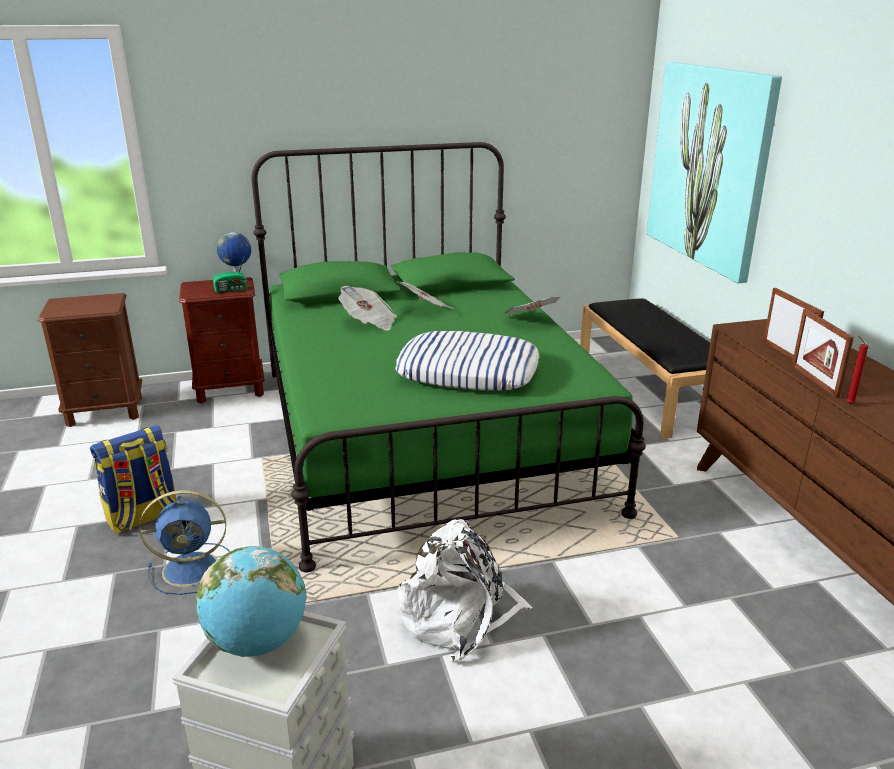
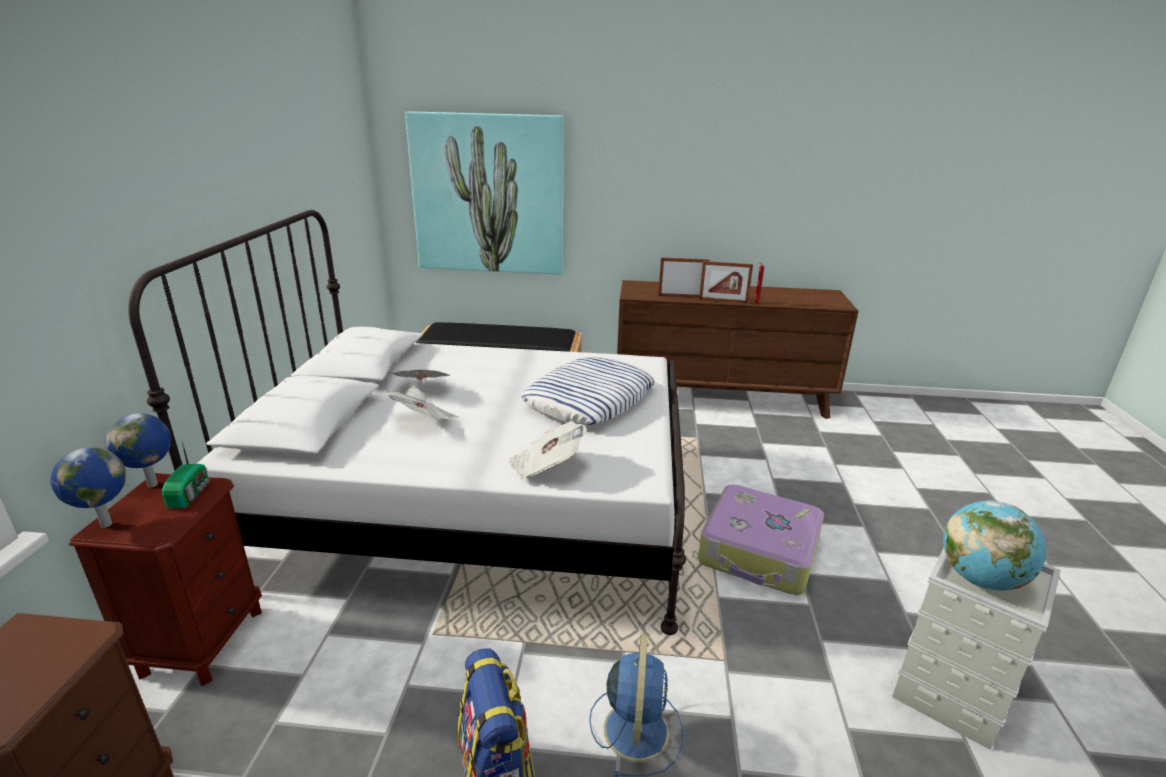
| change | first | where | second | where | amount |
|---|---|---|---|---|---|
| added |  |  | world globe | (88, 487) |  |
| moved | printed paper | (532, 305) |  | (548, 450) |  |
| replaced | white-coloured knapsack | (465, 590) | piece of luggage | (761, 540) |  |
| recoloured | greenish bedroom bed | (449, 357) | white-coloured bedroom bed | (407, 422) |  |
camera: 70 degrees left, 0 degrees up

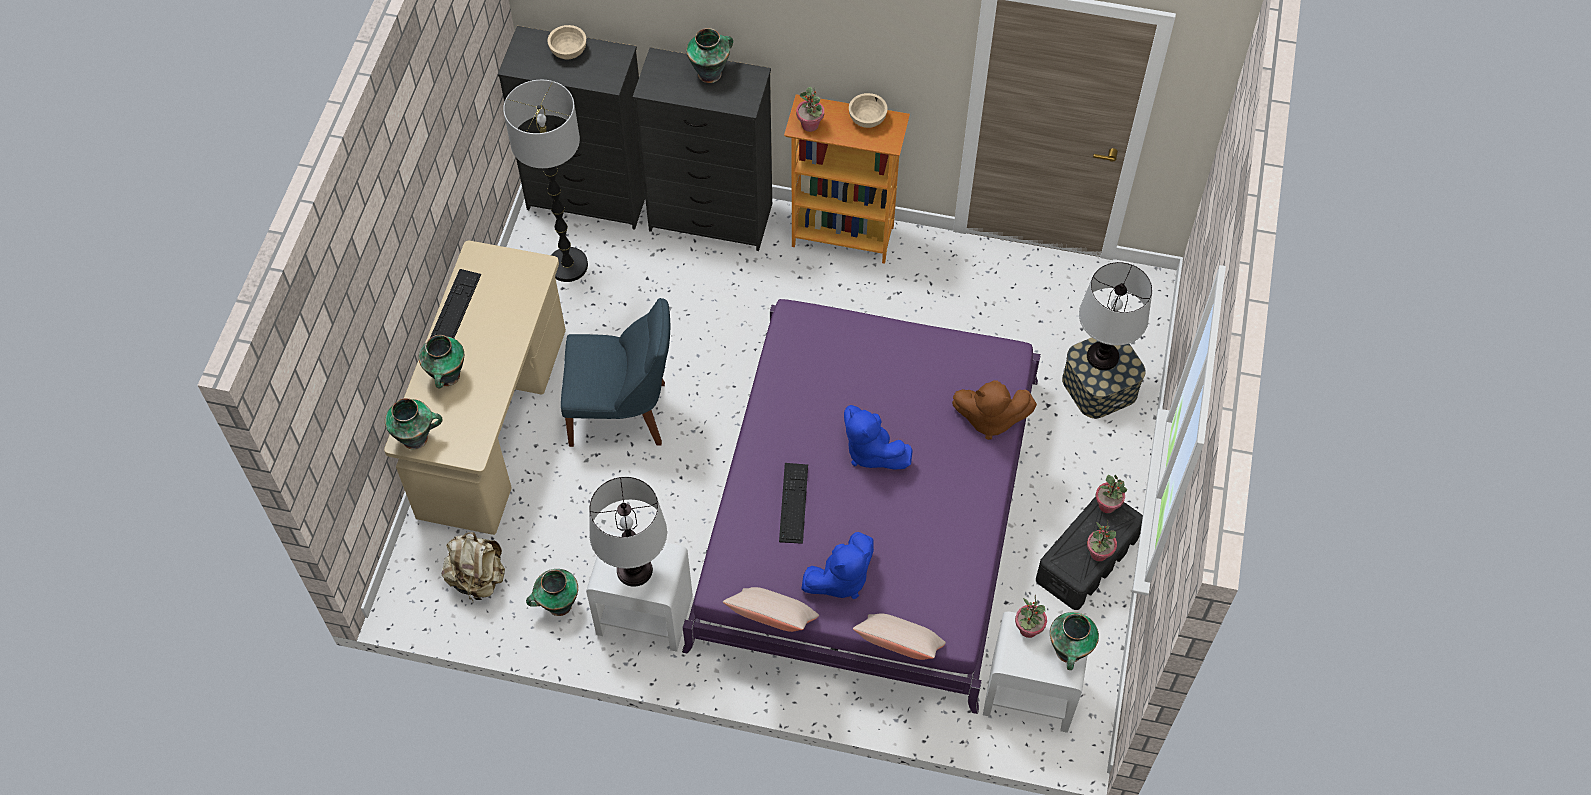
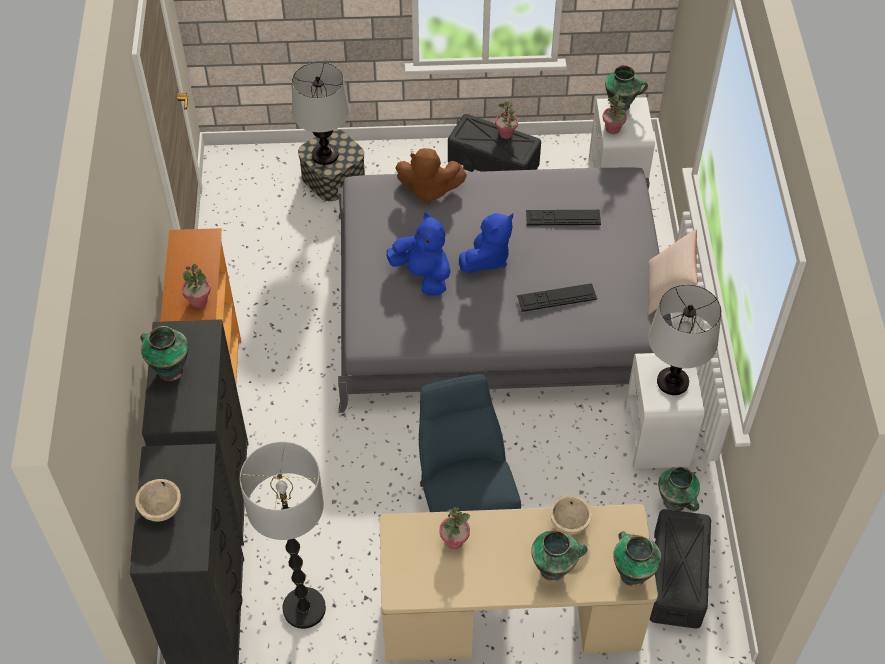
| change | first | where | second | where | amount |
|---|---|---|---|---|---|
| removed | beige-coloured throw pillow | (899, 636) |  |  |  |
| moved | keyboard | (455, 303) |  | (563, 217) |  |
| moved | blue plush toy | (837, 565) |  | (419, 254) |  |
| moved | beige-coloured serving bowl | (868, 110) |  | (571, 515) |  |
| moved | plant in a pot | (1111, 494) |  | (454, 528) |  |
| replaced | beige-coloured knapsack | (473, 566) | black-coloured storage box | (680, 569) |  |
| recoloured | purple-coloured bedroom bed | (861, 506) | greyish bedroom bed | (505, 290) |  |
| turned | brown plush toy | (994, 410) |  | (431, 176) | 105 degrees clockwise |
camera: 105 degrees left, 5 degrees down

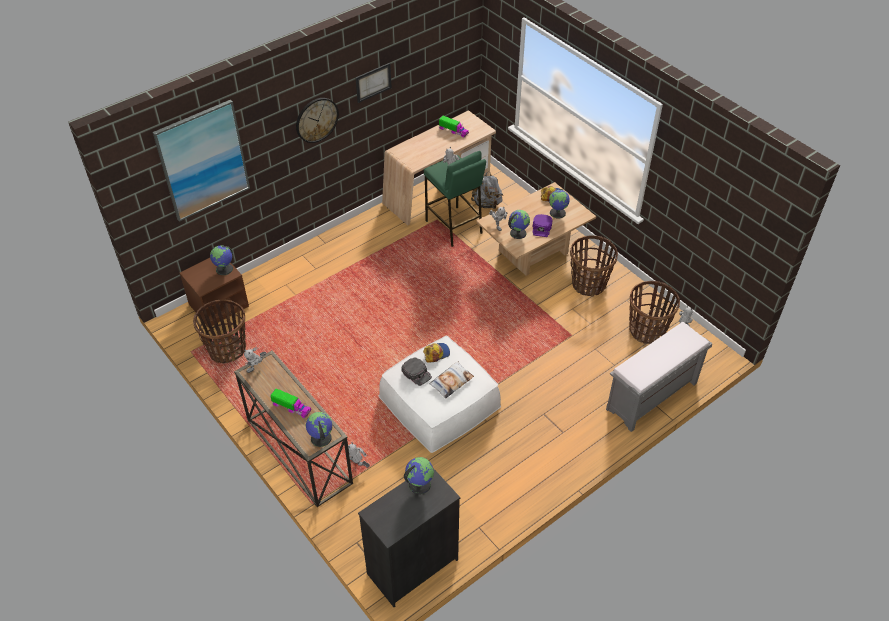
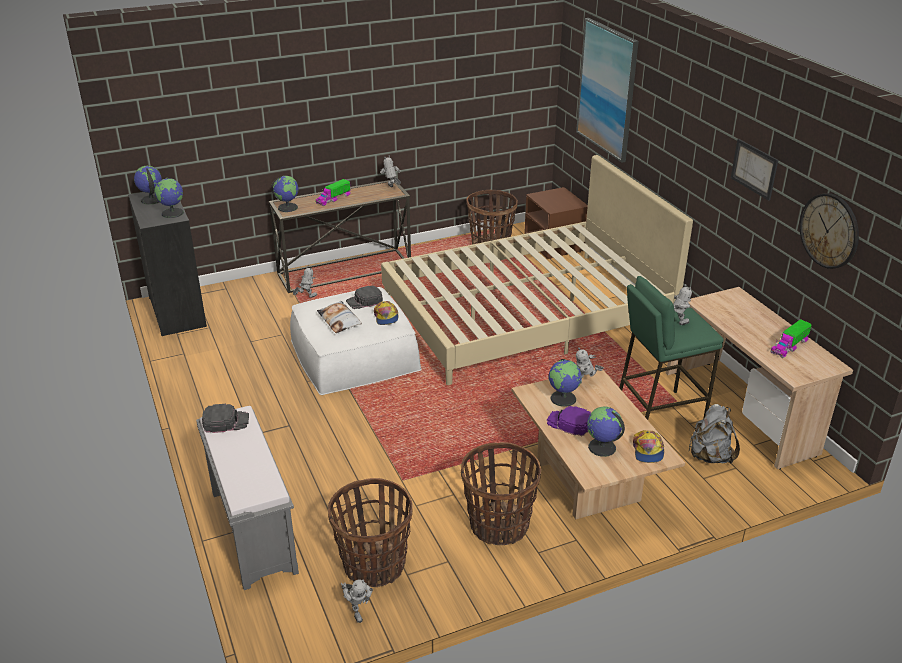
| change | first | where | second | where | amount |
|---|---|---|---|---|---|
| added |  |  | black-coloured baseball cap | (225, 418) |  |
| added |  |  | beige-coloured bedroom bed | (537, 270) |  |
| moved | world globe | (221, 260) |  | (148, 185) |  |
| moved | hanging clock | (317, 120) |  | (829, 231) |  |
camera: 105 degrees right, 15 degrees down

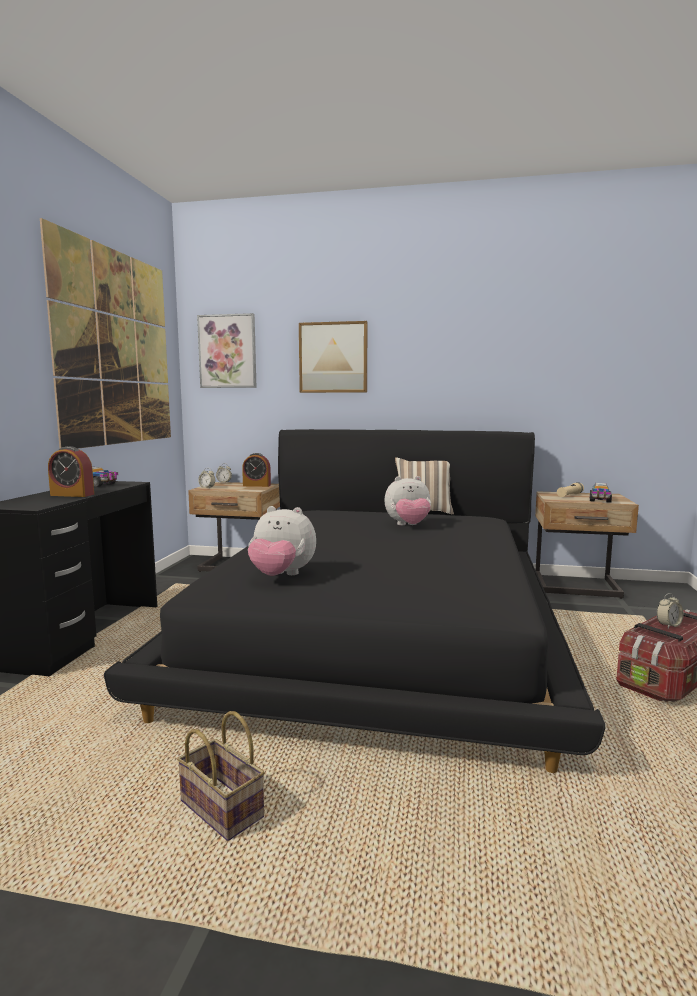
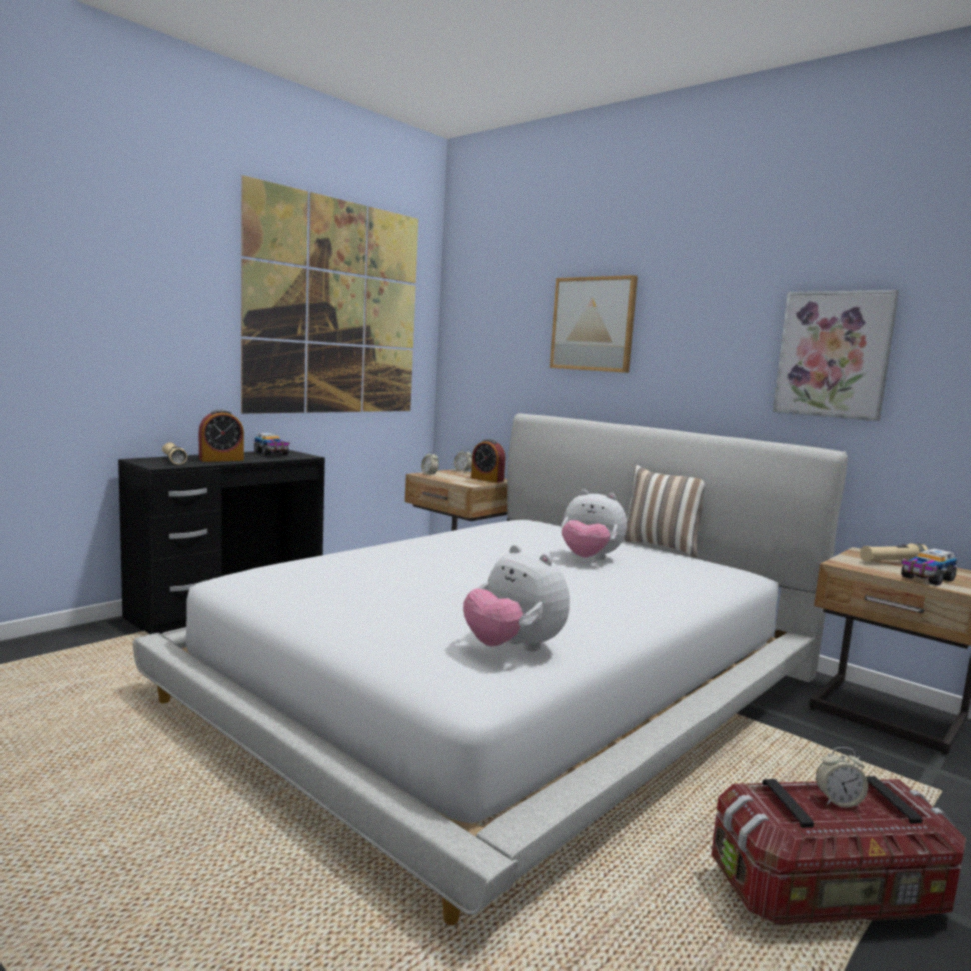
| change | first | where | second | where | amount |
|---|---|---|---|---|---|
| removed | storage basket | (221, 776) |  |  |  |
| added |  |  | beige-coloured torch | (174, 453) |  |
| moved | picture | (227, 350) |  | (836, 355) |  |
| moved | plush toy | (282, 541) |  | (516, 598) |  |
| recoloured | black-coloured bedroom bed | (354, 601) | white-coloured bedroom bed | (490, 669) |  |
| turned | alarm clock | (71, 471) |  | (221, 435) | 75 degrees counterclockwise |
camera: 30 degrees right, 0 degrees up

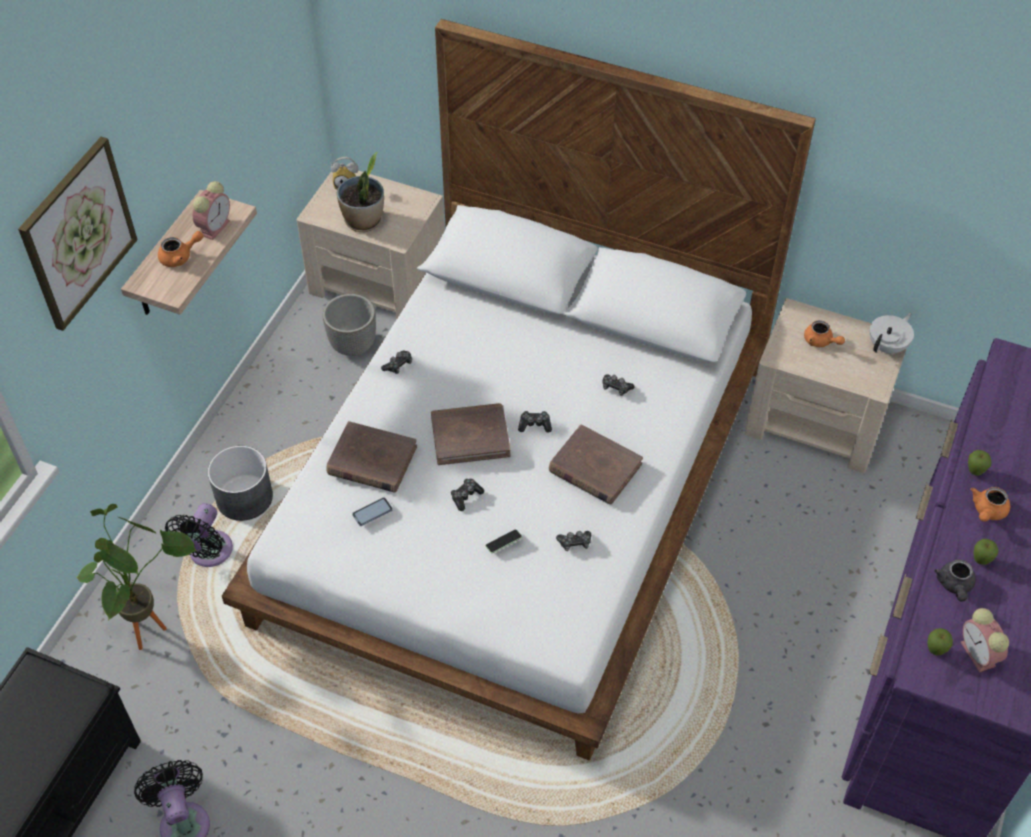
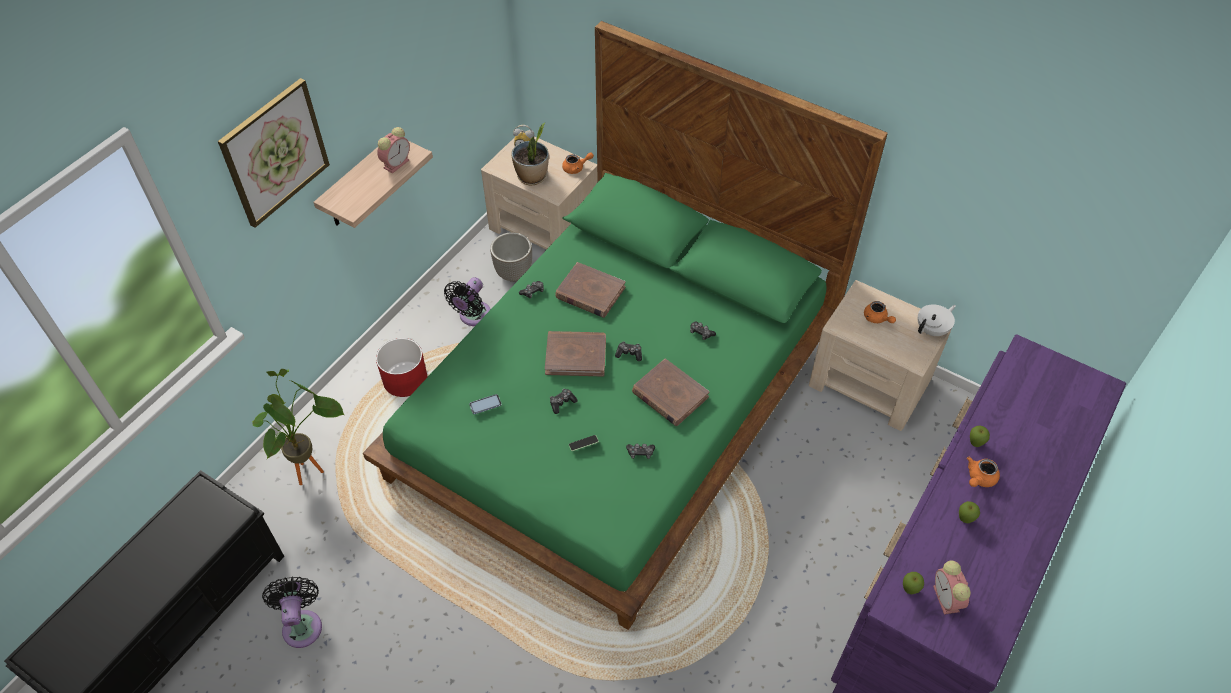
| change | first | where | second | where | amount |
|---|---|---|---|---|---|
| removed | greyish tea pot | (955, 581) |  |  |  |
| moved | orange tea pot | (180, 249) |  | (578, 163) |  |
| moved | black-coloured cooling fan | (199, 535) |  | (467, 301) |  |
| moved | brown bound book | (371, 457) |  | (590, 290) |  |
| recoloured | greyish flower pot | (240, 483) | reddish flower pot | (401, 367) |  |
| recoloured | white-coloured bedroom bed | (519, 390) | greenish bedroom bed | (625, 325) |  |
camera: 10 degrees right, 0 degrees up

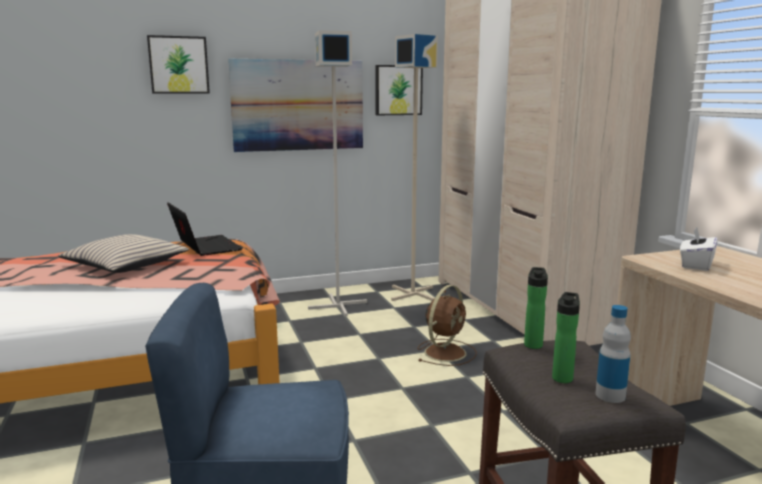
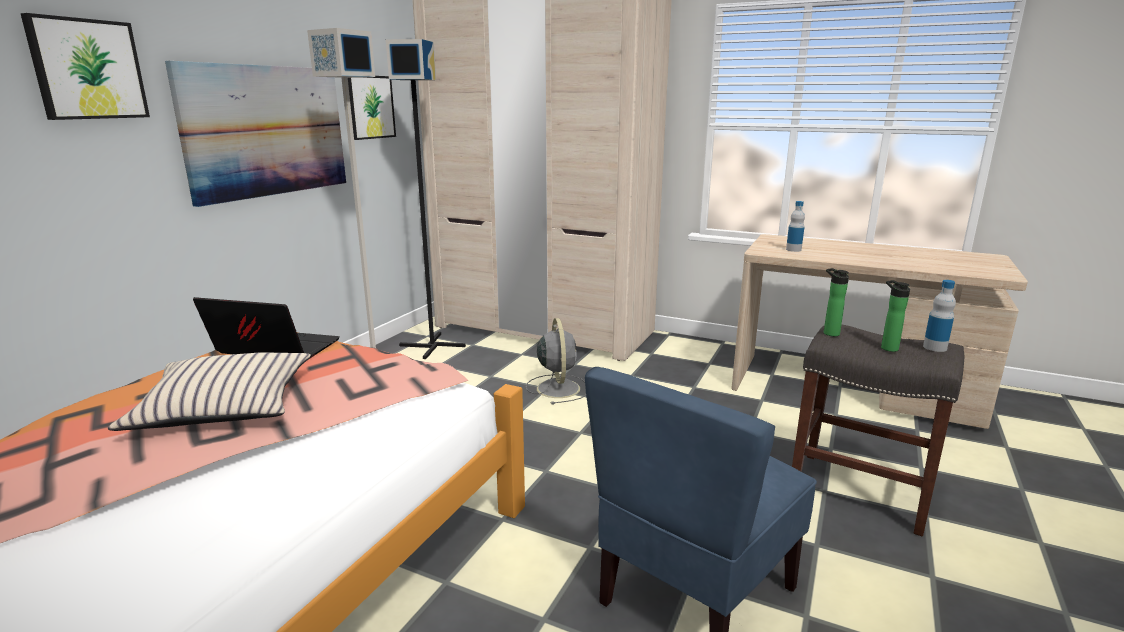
| change | first | where | second | where | amount |
|---|---|---|---|---|---|
| replaced | white-coloured tissue box | (699, 249) | beverage bottle | (795, 226) |  |
| recoloured | beige-coloured standing lamp | (414, 167) | black-coloured standing lamp | (426, 199) |  |
| recoloured | brown cooling fan | (447, 325) | greyish cooling fan | (556, 361) |  |
camera: 45 degrees left, 5 degrees up

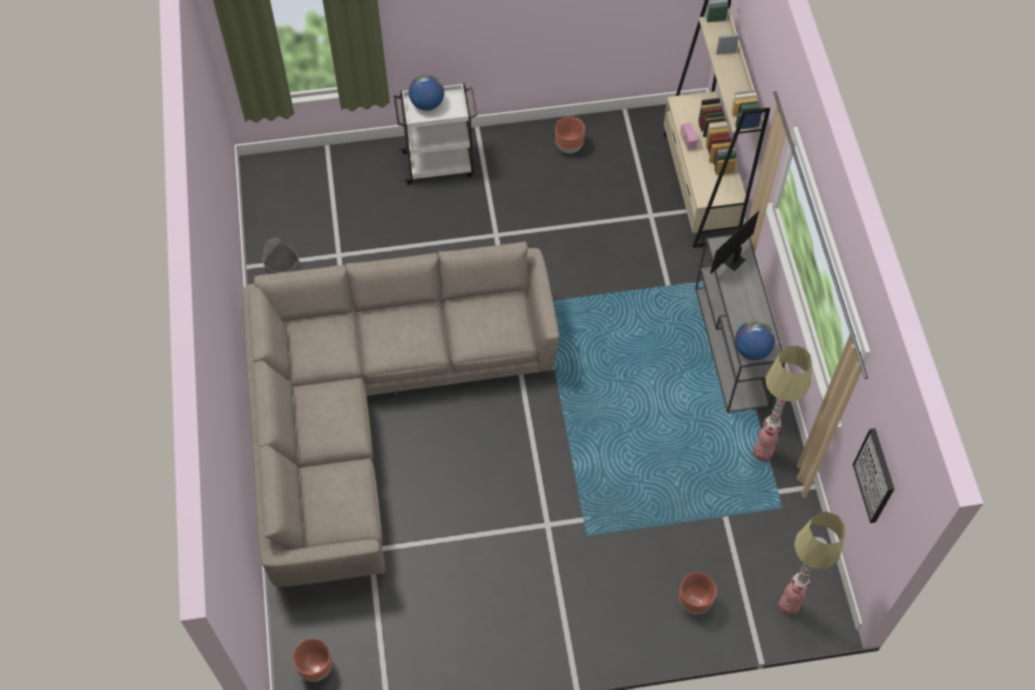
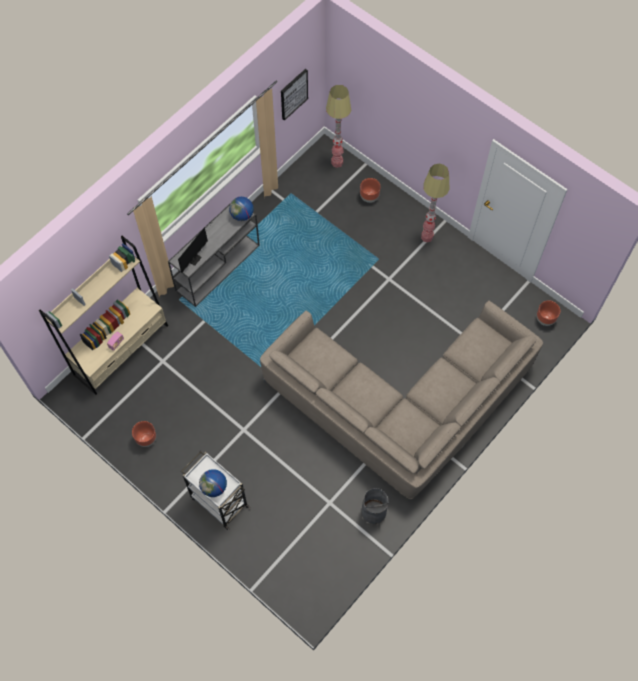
| change | first | where | second | where | amount |
|---|---|---|---|---|---|
| moved | standing lamp | (782, 404) |  | (435, 203) |  |
| turned | monitor | (733, 242) |  | (196, 246) | 60 degrees counterclockwise |
camera: 130 degrees left, 5 degrees up

